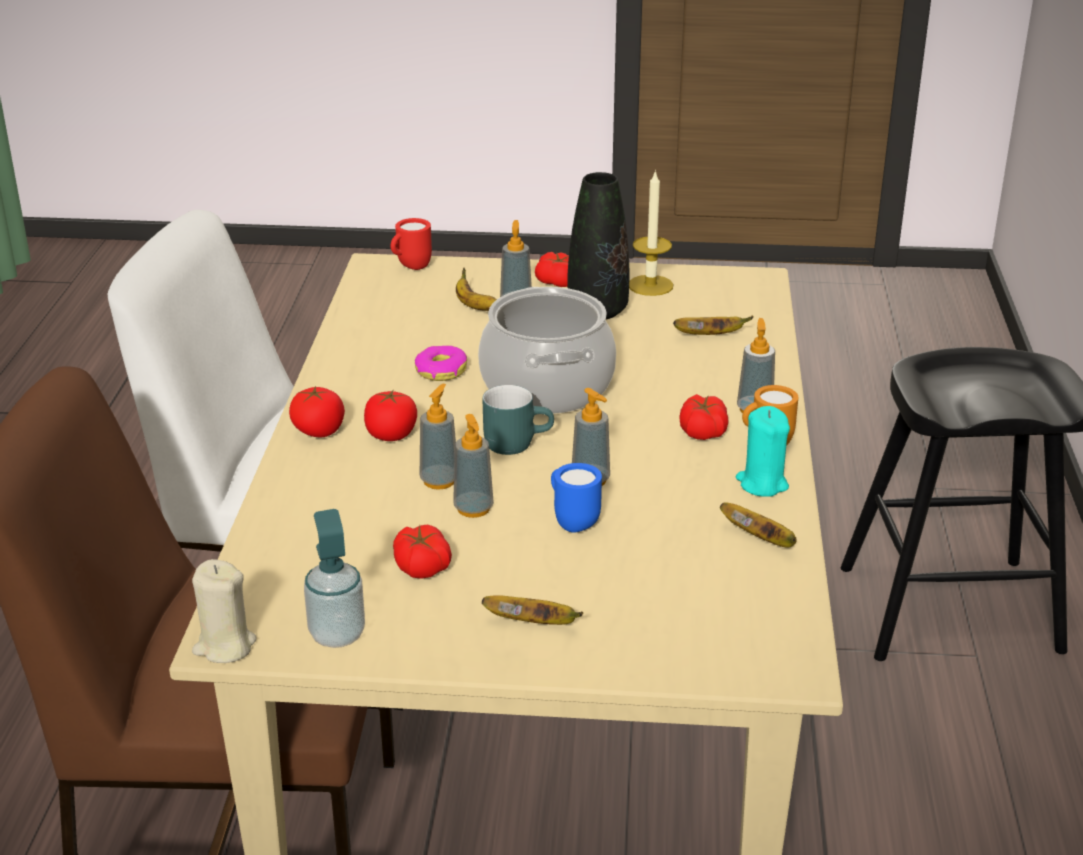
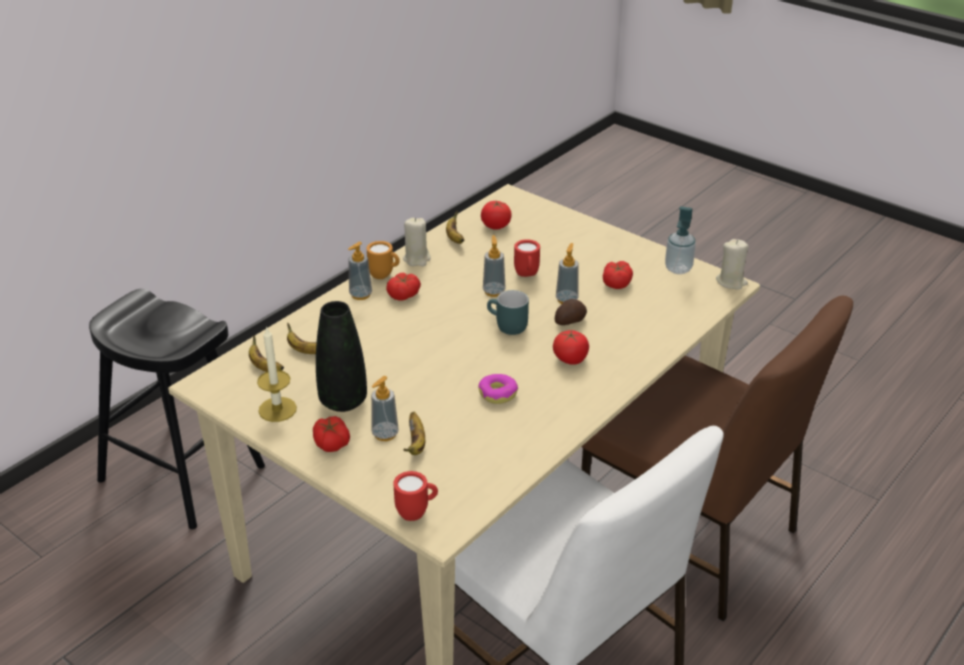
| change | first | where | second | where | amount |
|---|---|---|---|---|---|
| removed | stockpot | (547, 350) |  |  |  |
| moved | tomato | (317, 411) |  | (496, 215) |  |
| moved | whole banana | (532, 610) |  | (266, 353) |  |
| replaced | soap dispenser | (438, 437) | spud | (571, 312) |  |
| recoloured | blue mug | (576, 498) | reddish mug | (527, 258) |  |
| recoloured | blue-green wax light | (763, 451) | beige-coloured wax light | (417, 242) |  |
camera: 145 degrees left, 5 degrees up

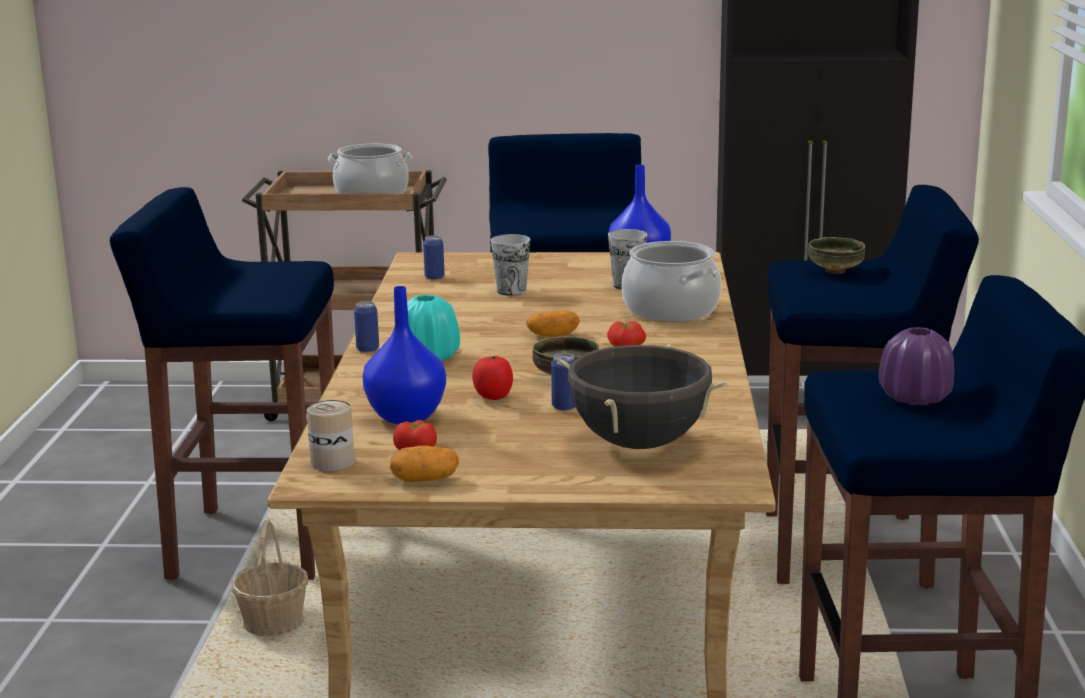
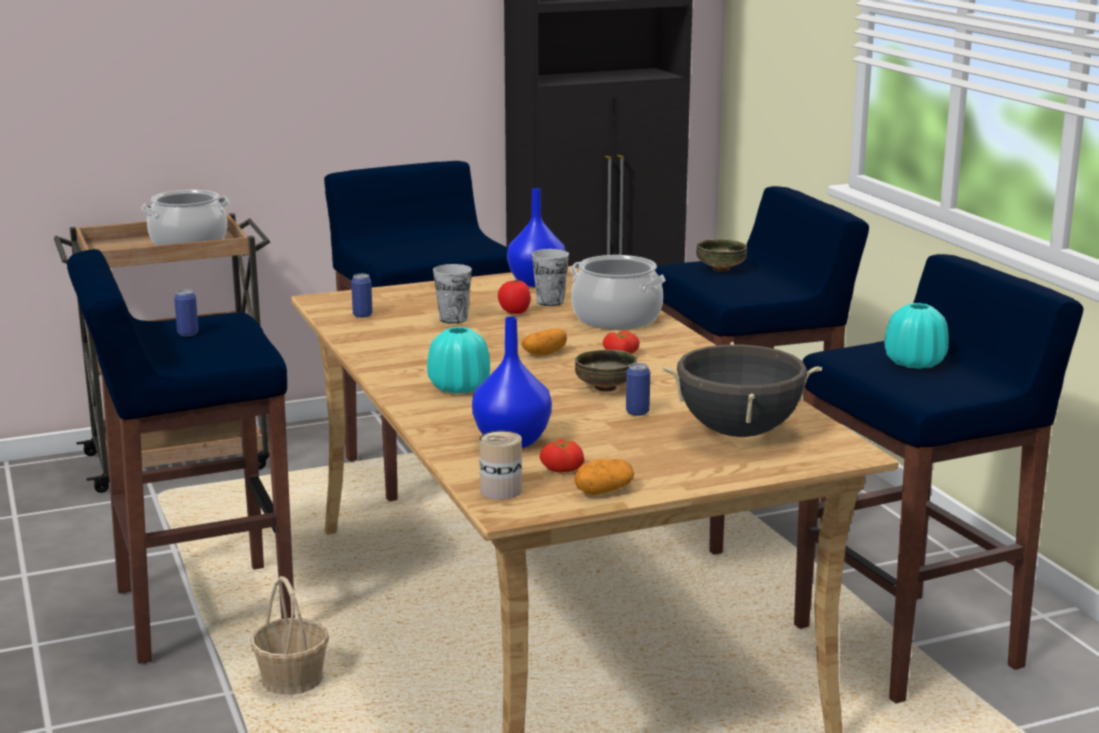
| change | first | where | second | where | amount |
|---|---|---|---|---|---|
| moved | metal can | (366, 326) |  | (186, 312) |  |
| moved | tomato | (492, 378) |  | (514, 297) |  |
| recoloured | purple-coloured vase | (916, 366) | blue-green vase | (917, 336) |  |
camera: 25 degrees left, 0 degrees up

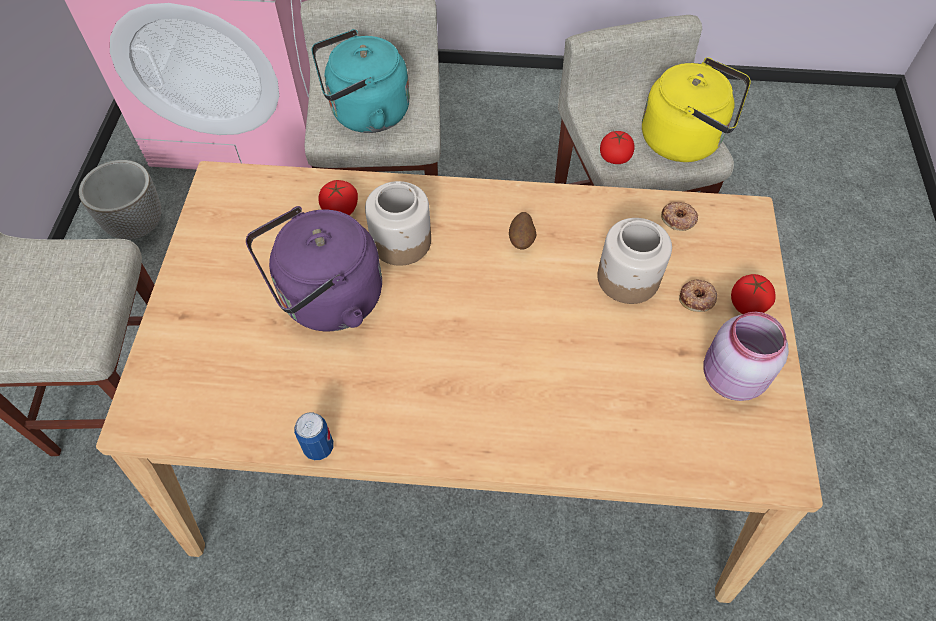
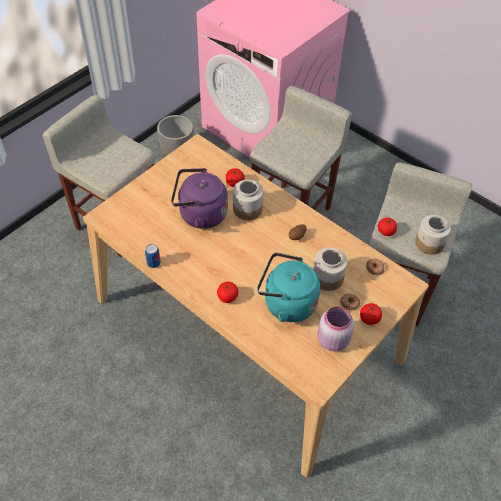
| change | first | where | second | where | amount |
|---|---|---|---|---|---|
| added |  |  | tomato | (228, 292) |  |
| moved | blue-green kettle | (360, 81) |  | (288, 287) |  |
| replaced | yellow kettle | (696, 109) | preserve jar | (433, 235) |  |
camera: 35 degrees right, 5 degrees down

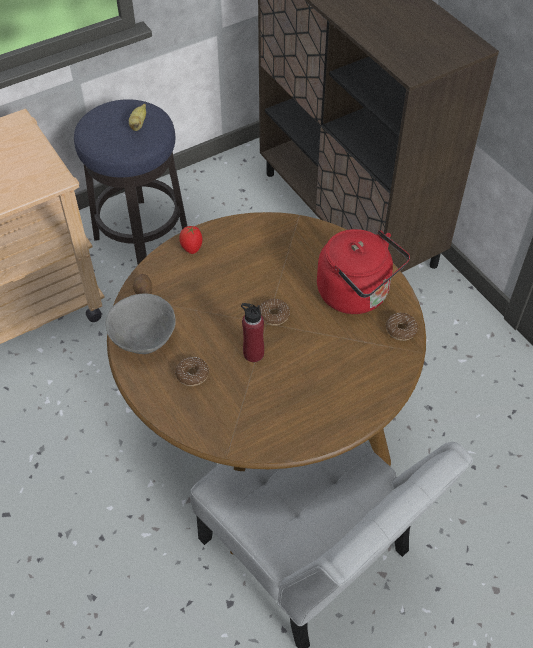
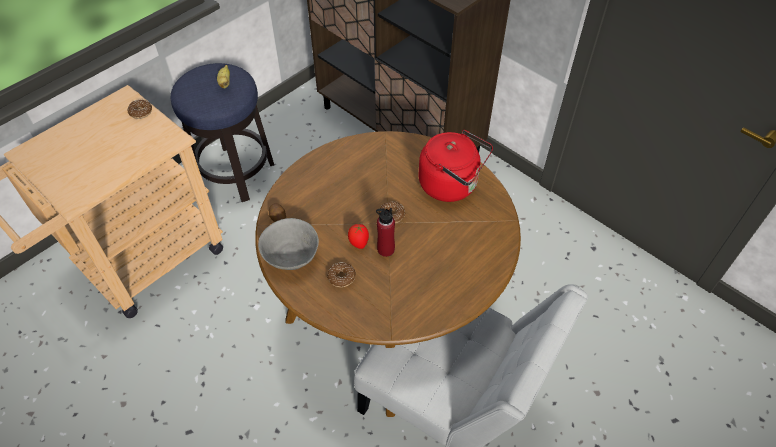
| change | first | where | second | where | amount |
|---|---|---|---|---|---|
| moved | tomato | (191, 240) |  | (358, 236) |  |
| moved | ring doughnut | (402, 327) |  | (139, 109) |  |
camera: 15 degrees left, 0 degrees up

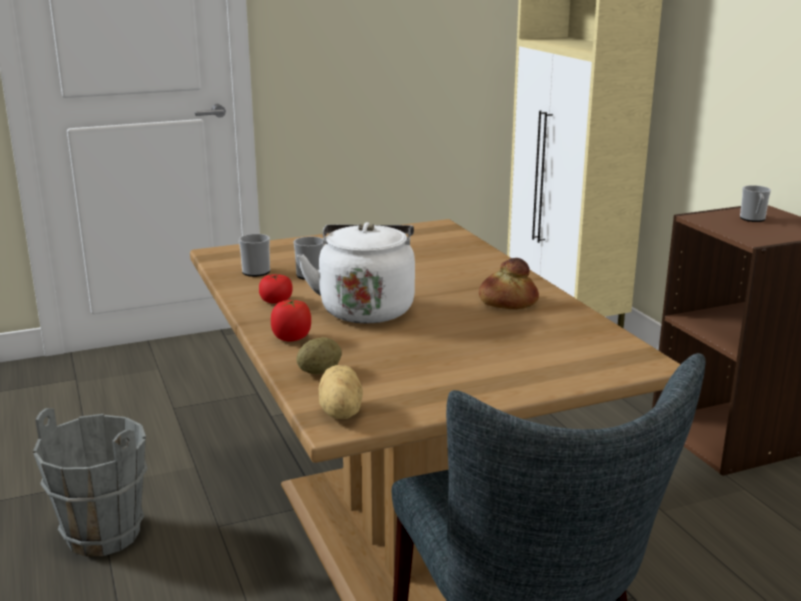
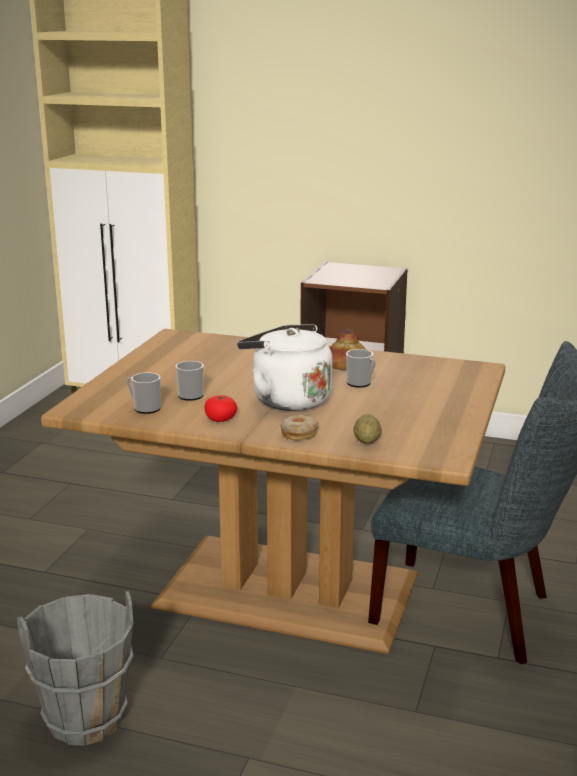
| change | first | where | second | where | amount |
|---|---|---|---|---|---|
| removed | spud | (341, 392) |  |  |  |
| moved | mug | (755, 203) |  | (361, 368) |  |
| replaced | tomato | (291, 320) | ring doughnut | (299, 428) |  |
camera: 50 degrees left, 0 degrees up

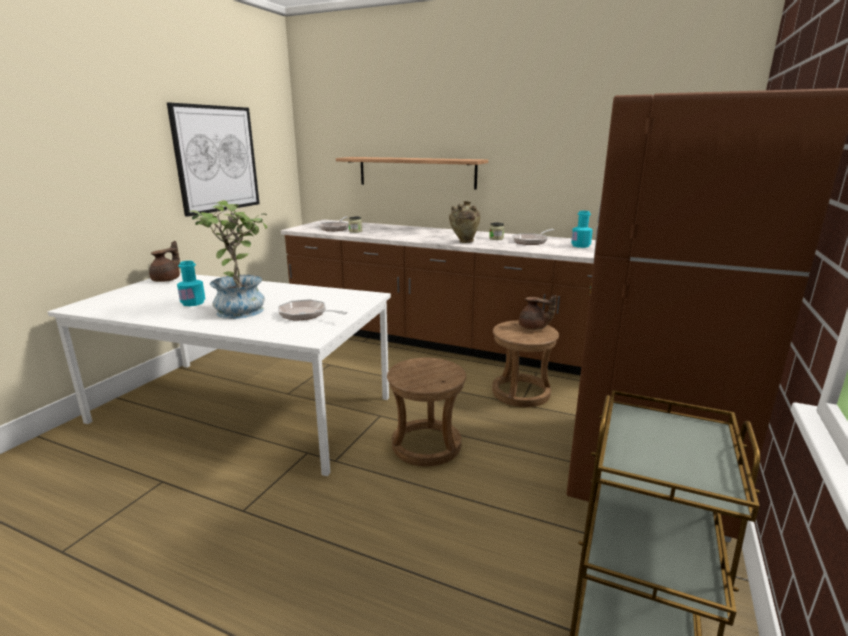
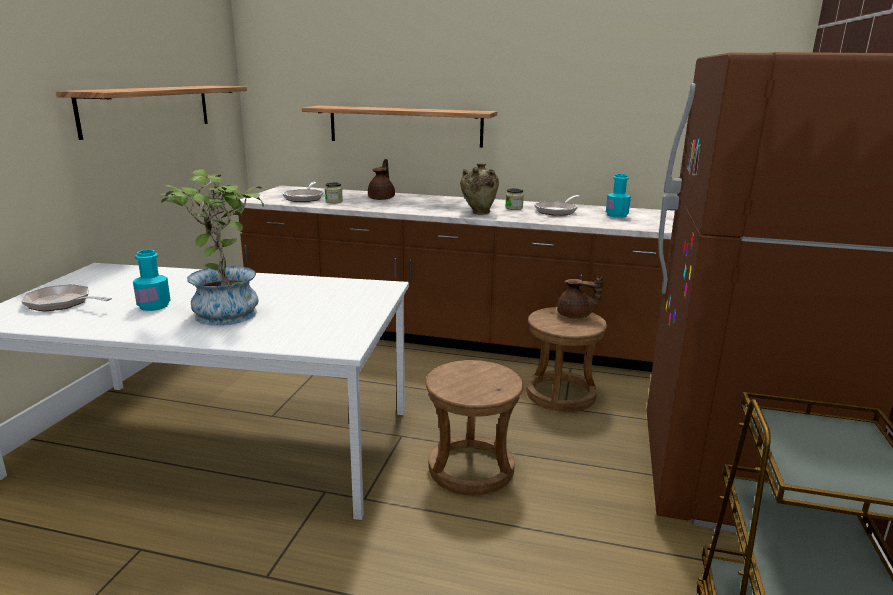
| change | first | where | second | where | amount |
|---|---|---|---|---|---|
| moved | brown tea pot | (164, 261) |  | (381, 179) |  |
| moved | pan | (313, 310) |  | (66, 298) |  |
| replaced | picture | (213, 159) | wall shelf | (151, 113) |  |
camera: 10 degrees left, 0 degrees up

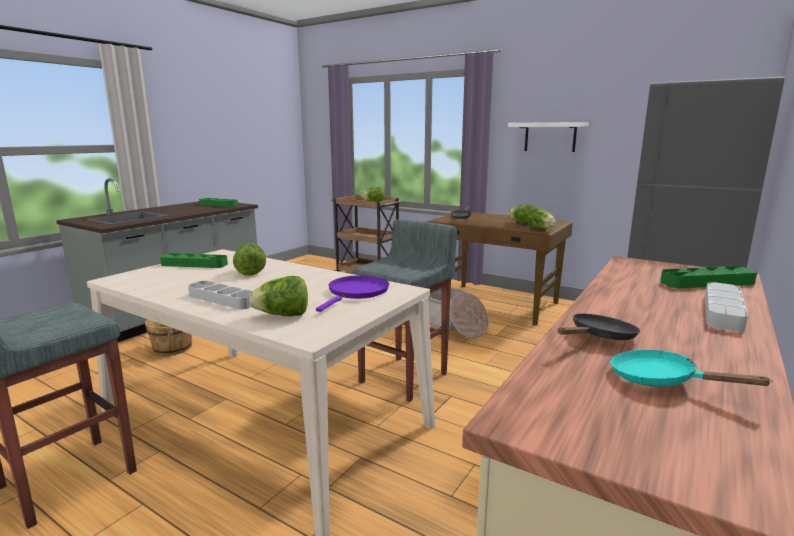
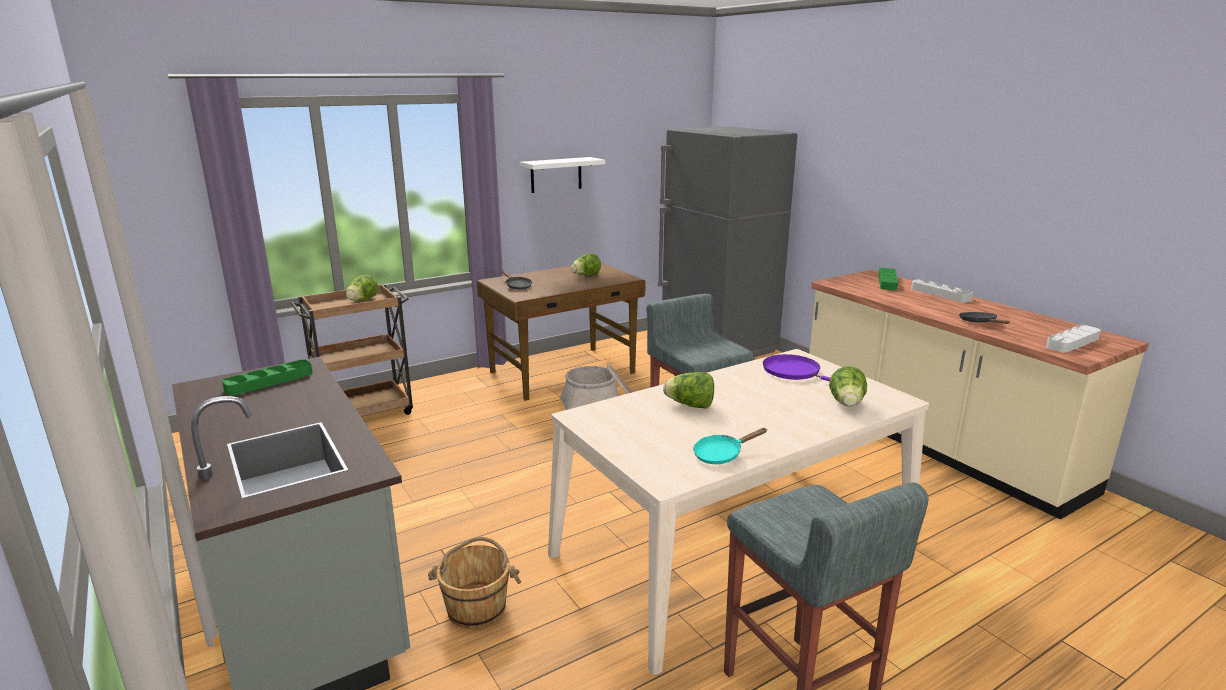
| change | first | where | second | where | amount |
|---|---|---|---|---|---|
| removed | greenish carrying tray | (194, 260) |  |  |  |
| removed | head of lettuce | (541, 219) |  |  |  |
| moved | greyish carrying tray | (220, 295) |  | (1073, 338) |  |
| moved | blue-green pan | (692, 368) |  | (730, 446) |  |
camera: 65 degrees left, 5 degrees up

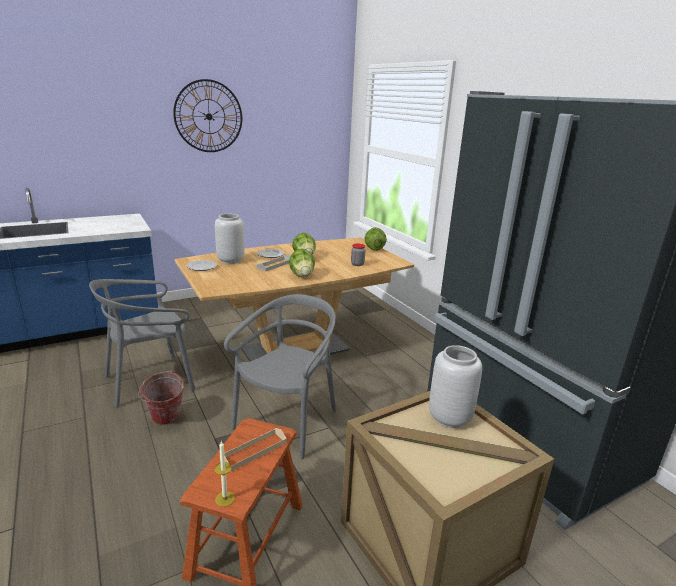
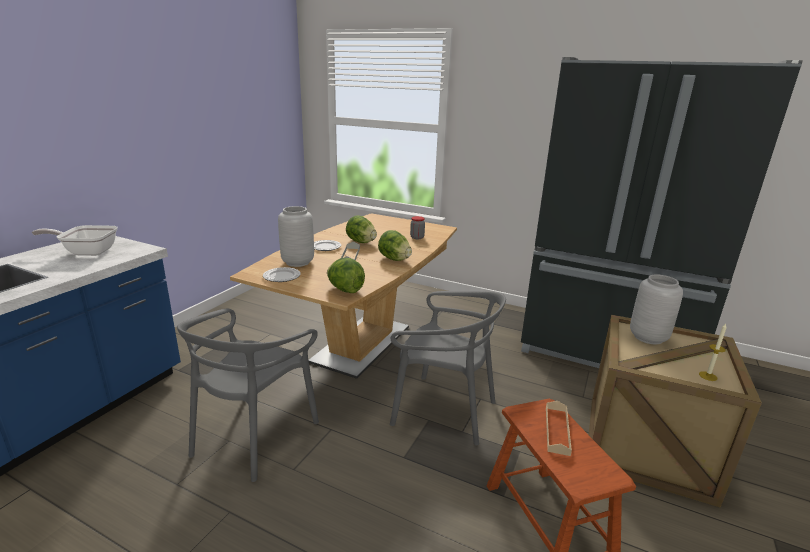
| change | first | where | second | where | amount |
|---|---|---|---|---|---|
| removed | bucket | (161, 397) |  |  |  |
| removed | hanging clock | (207, 115) |  |  |  |
| added |  |  | pan | (75, 240) |  |
| moved | wax light | (224, 474) |  | (713, 352) |  |
| moved | head of lettuce | (376, 239) |  | (346, 275) |  |
| turned | greyish upright chair | (280, 376) |  | (448, 368) | 120 degrees clockwise |
camera: 35 degrees left, 0 degrees up

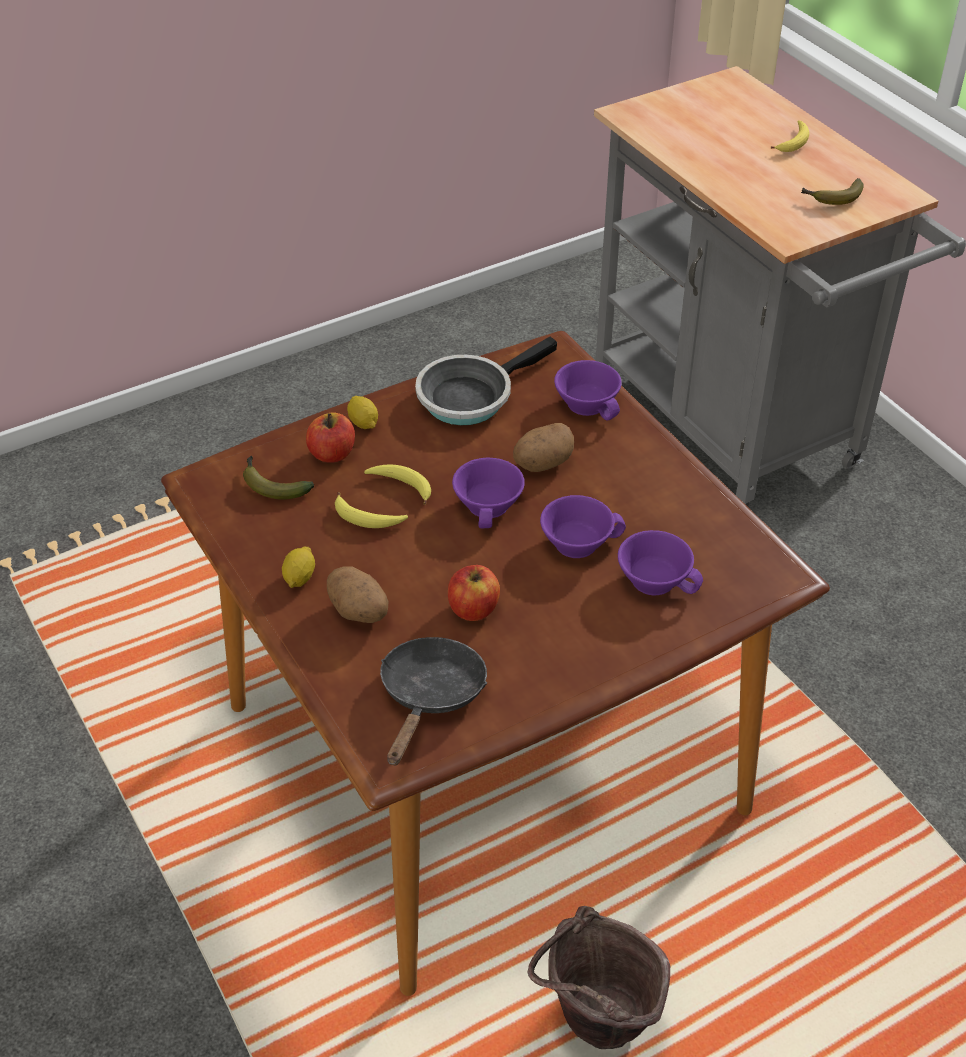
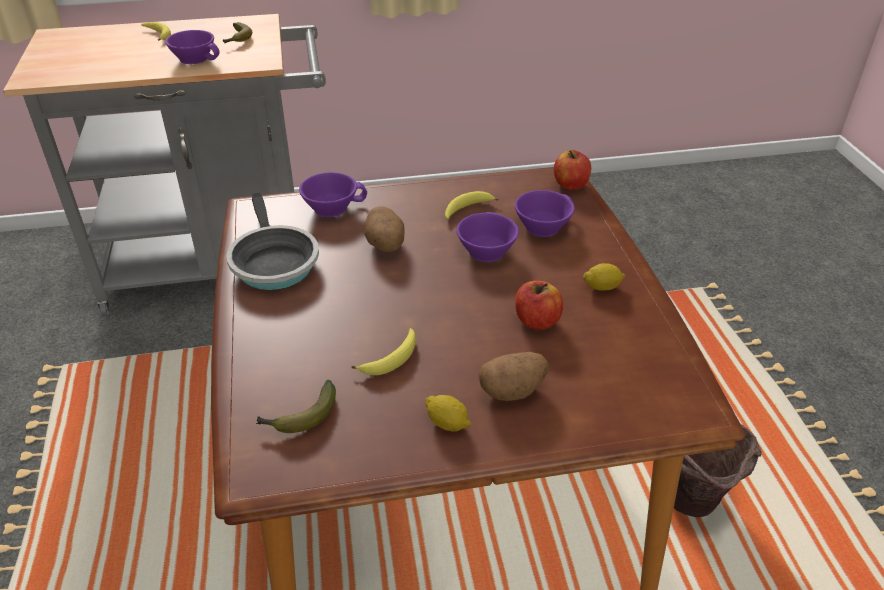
| change | first | where | second | where | amount |
|---|---|---|---|---|---|
| removed | black-coloured pan | (433, 701) |  |  |  |
| moved | apple | (330, 438) |  | (572, 170) |  |
| moved | lemon | (362, 412) |  | (604, 276) |  |
| moved | whole banana | (397, 484) |  | (472, 205) |  |
| moved | purple-coloured small cup | (488, 492) |  | (192, 47) |  |
camera: 70 degrees left, 5 degrees down

